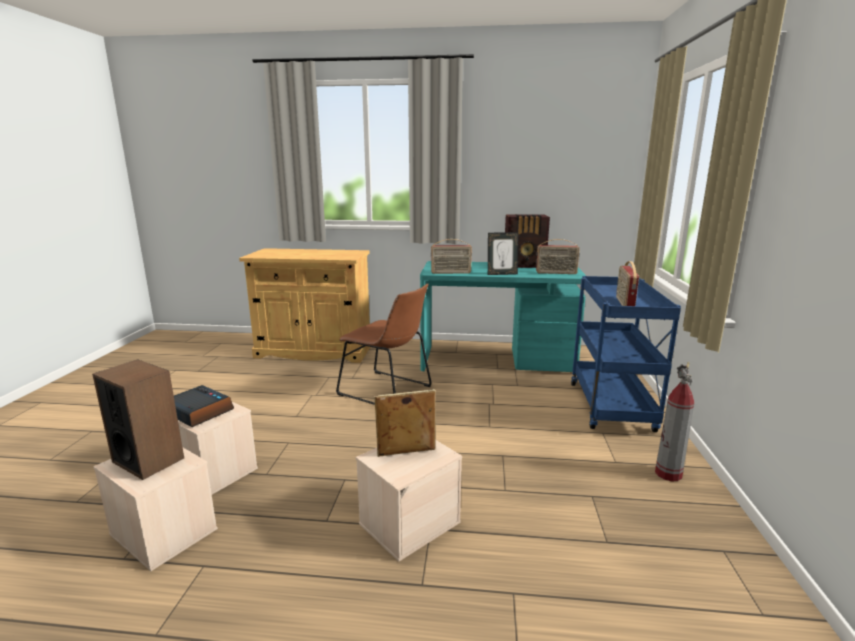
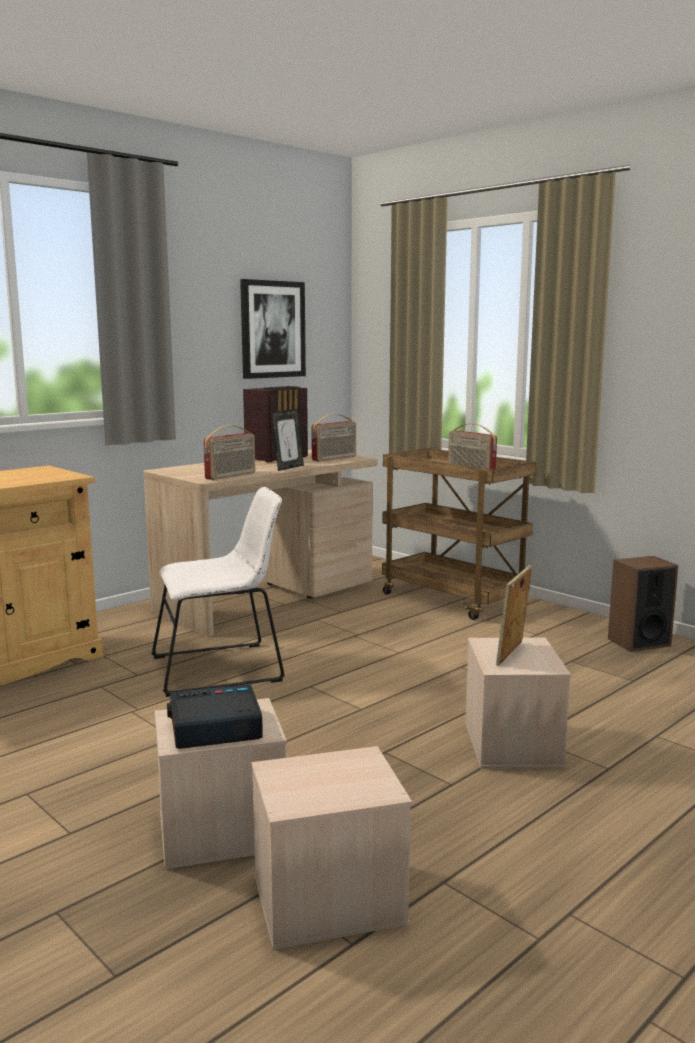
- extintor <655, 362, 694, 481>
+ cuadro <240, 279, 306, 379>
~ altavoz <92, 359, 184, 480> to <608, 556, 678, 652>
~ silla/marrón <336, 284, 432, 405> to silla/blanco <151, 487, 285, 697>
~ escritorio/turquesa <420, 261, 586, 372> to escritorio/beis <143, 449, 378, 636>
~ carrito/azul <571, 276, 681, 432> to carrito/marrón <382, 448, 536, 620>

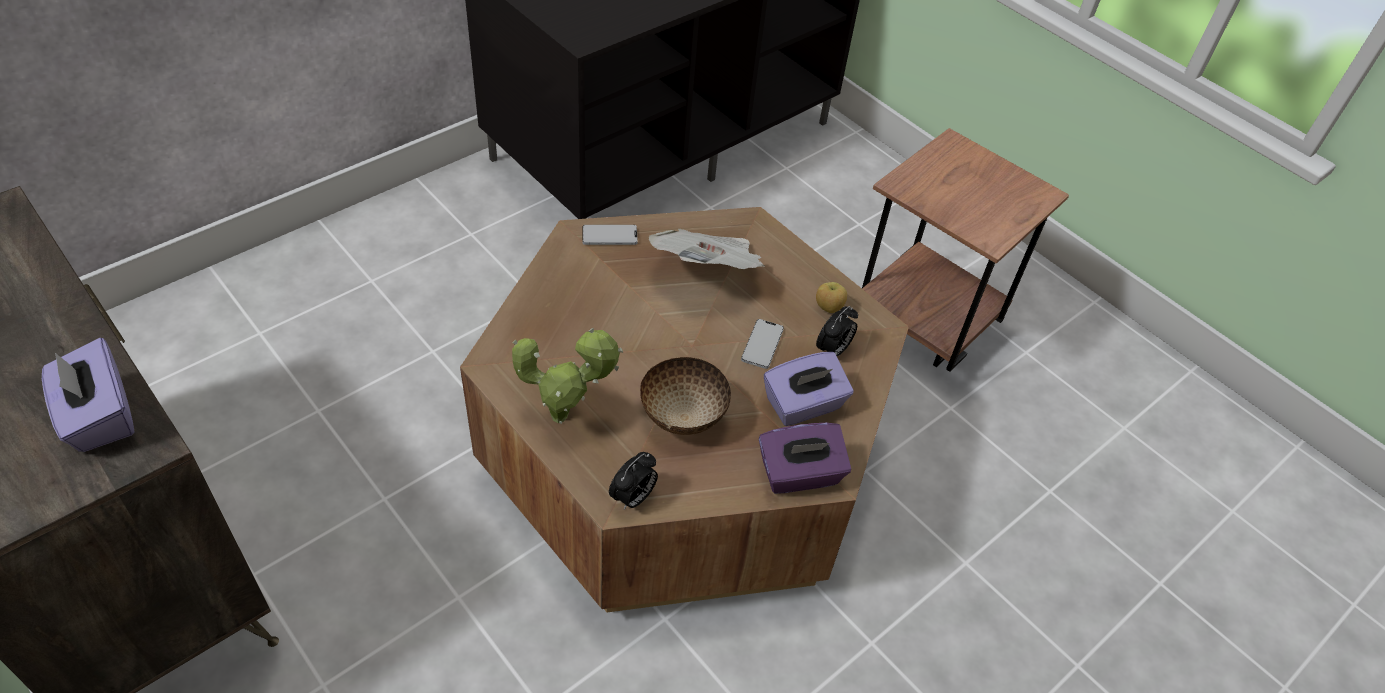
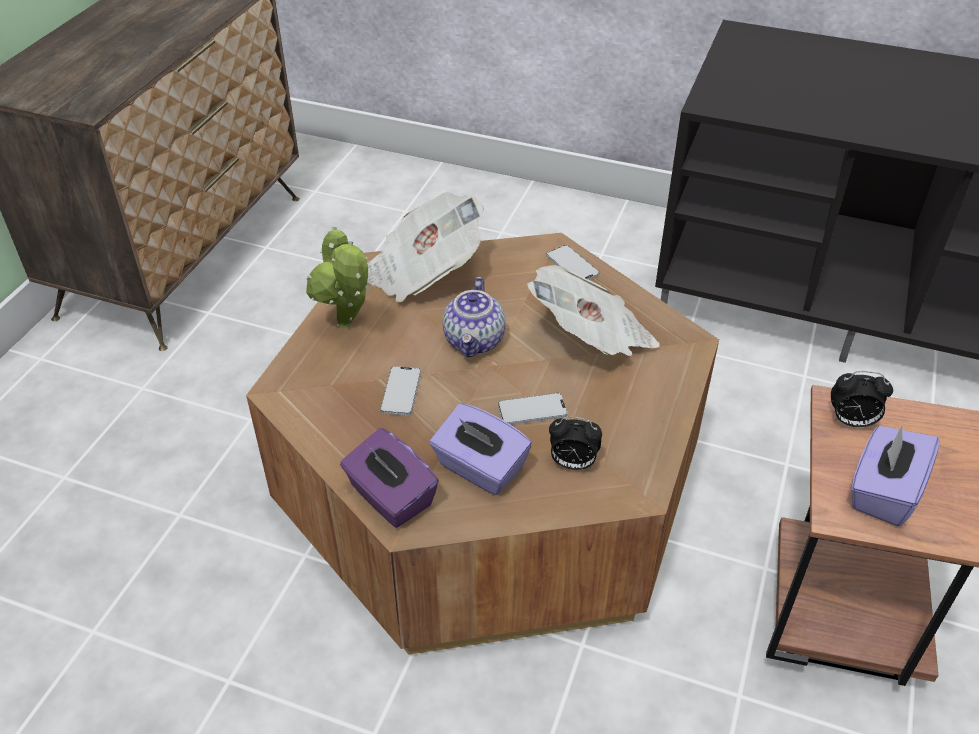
- manzana <816, 282, 847, 313>
+ periódico <367, 192, 484, 302>
+ tetera <443, 277, 505, 357>
~ caja de pañuelos/morado <42, 338, 135, 452> to <851, 425, 939, 526>
~ despertador <609, 452, 658, 510> to <831, 371, 893, 427>
~ cuenco <640, 357, 731, 435> to móvil <380, 366, 421, 416>

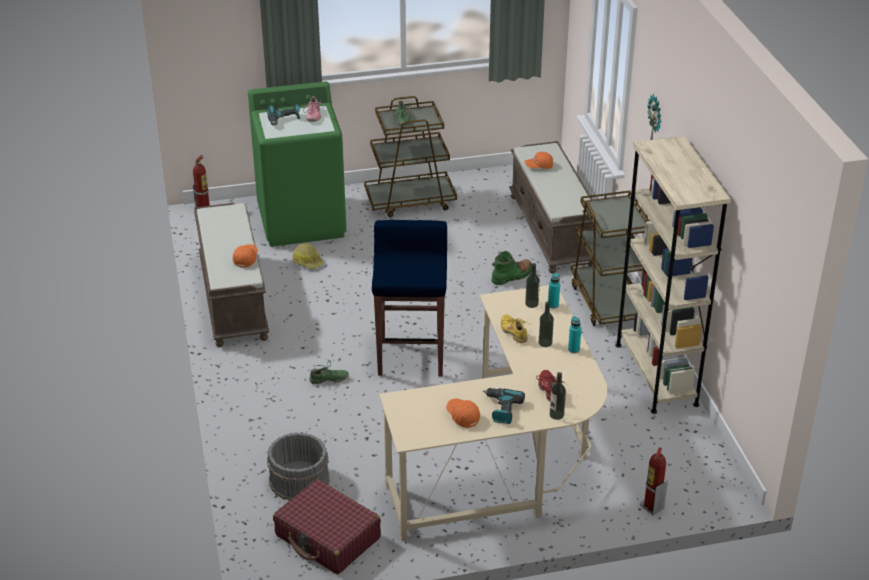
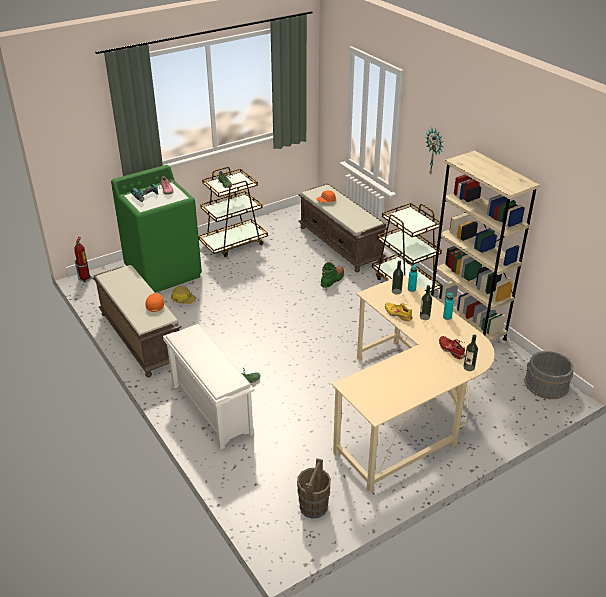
- taburete/azul <372, 220, 447, 376>
- gorra/naranja <446, 398, 480, 428>
- taladro <483, 388, 525, 424>
- extintor <640, 447, 668, 515>
+ zapatero/blanco <163, 324, 255, 450>
~ cubo/gris <267, 432, 330, 501> to <524, 351, 574, 399>
~ maleta/rojo <273, 479, 381, 574> to cubo/marrón <297, 458, 331, 519>

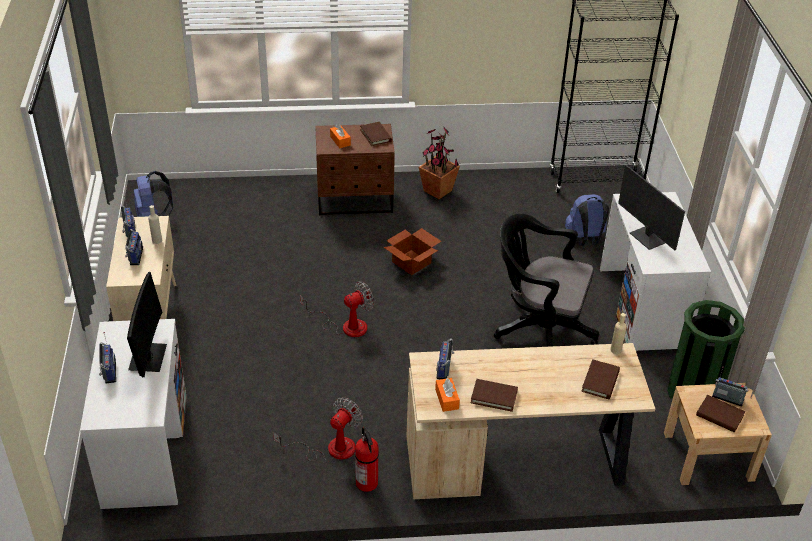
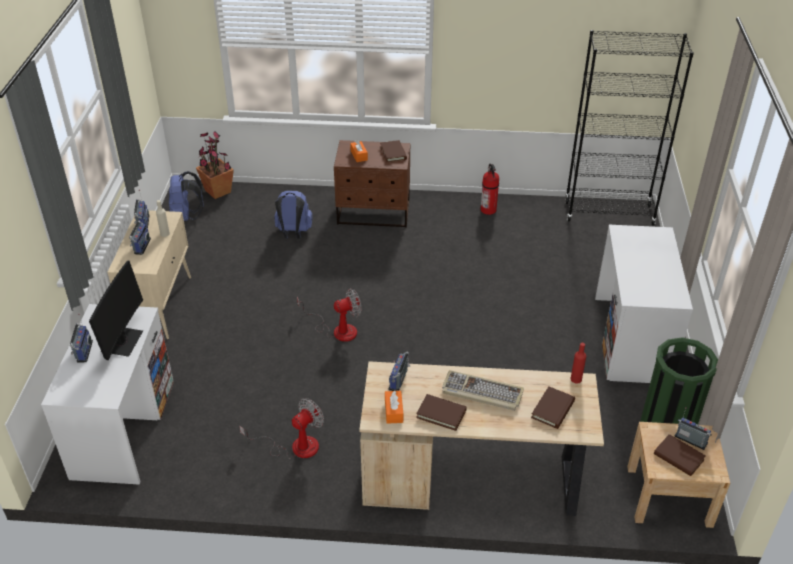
- caja de cartón <383, 228, 441, 275>
- silla de oficina/negro <494, 214, 599, 347>
- monitor <618, 165, 685, 251>
+ teclado <442, 370, 524, 411>
~ extintor <355, 427, 379, 492> to <481, 164, 499, 215>
~ planta en maceta <419, 128, 460, 199> to <196, 131, 234, 199>
~ mochila/azul <565, 194, 609, 246> to <274, 191, 313, 239>
~ botella/beis <610, 313, 627, 354> to botella/rojo <571, 343, 586, 384>

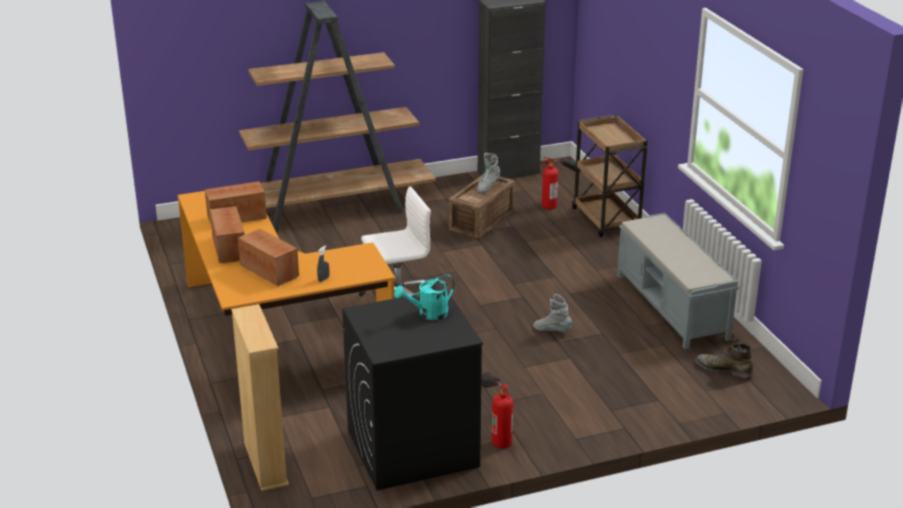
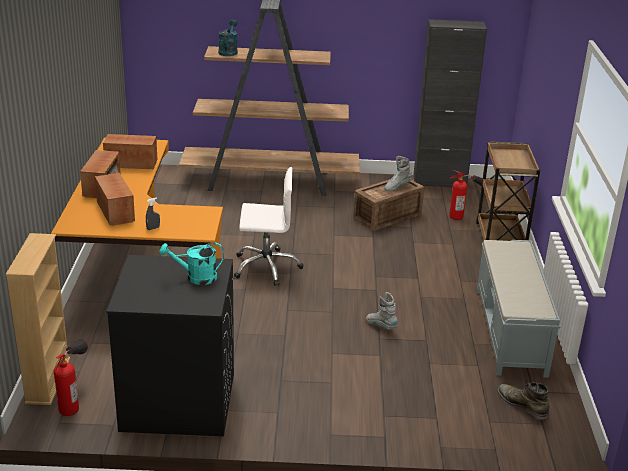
+ regadera/turquesa <218, 20, 237, 56>
~ extintor <481, 372, 513, 449> to <54, 340, 88, 416>

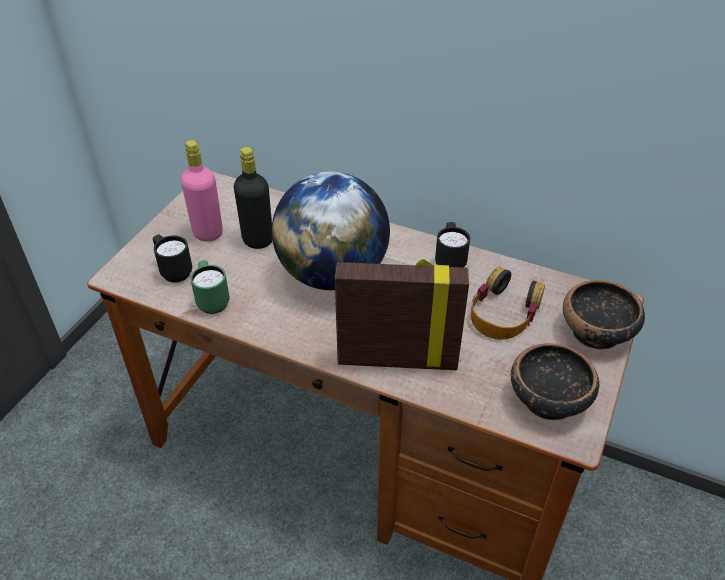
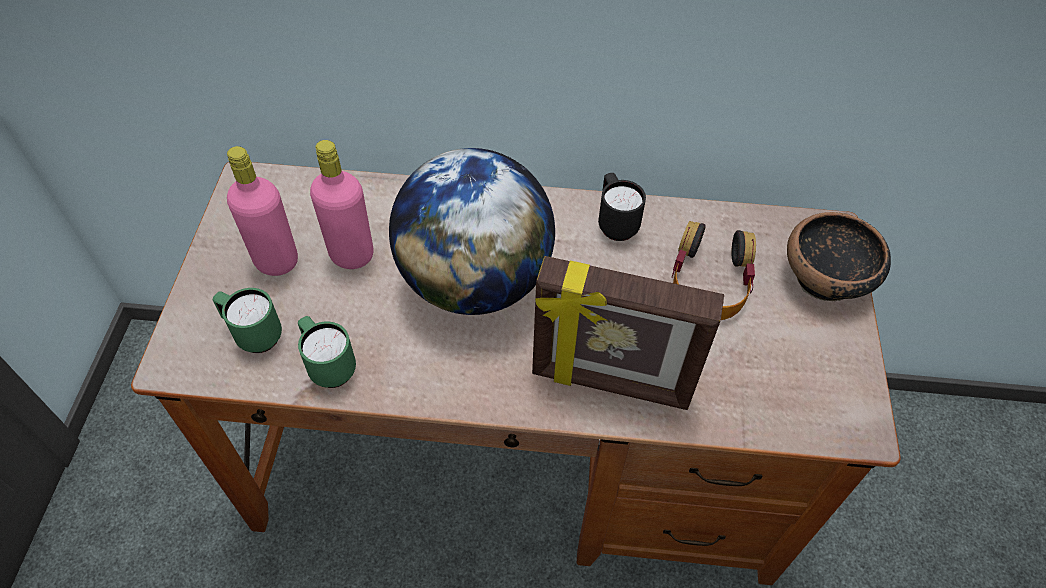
- cuenco <511, 343, 599, 420>
~ taza grande/negro <153, 235, 192, 283> to taza grande/verde <213, 288, 282, 353>
~ botella/negro <234, 147, 272, 249> to botella/rosa <310, 140, 373, 269>
~ portarretratos <335, 259, 469, 370> = <532, 256, 724, 410> 150 degrees counterclockwise

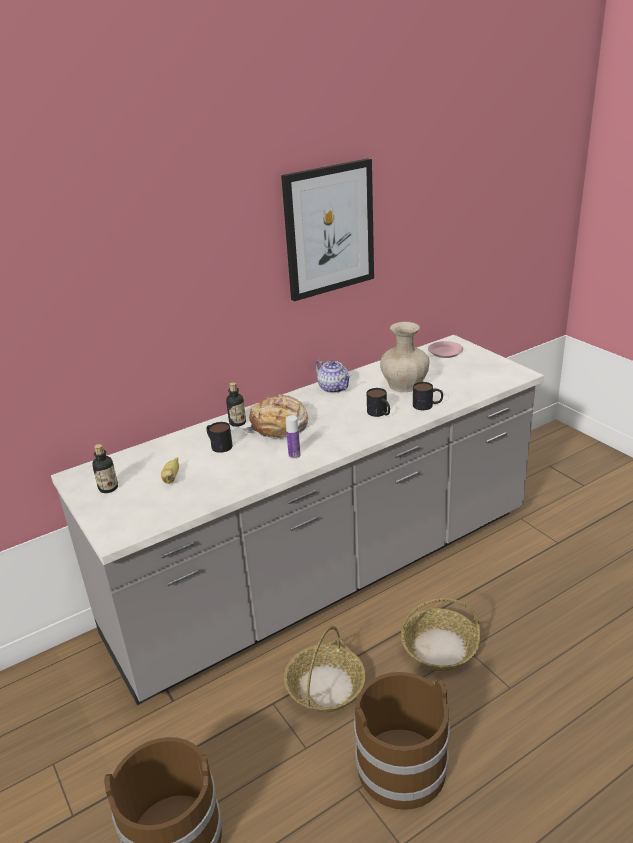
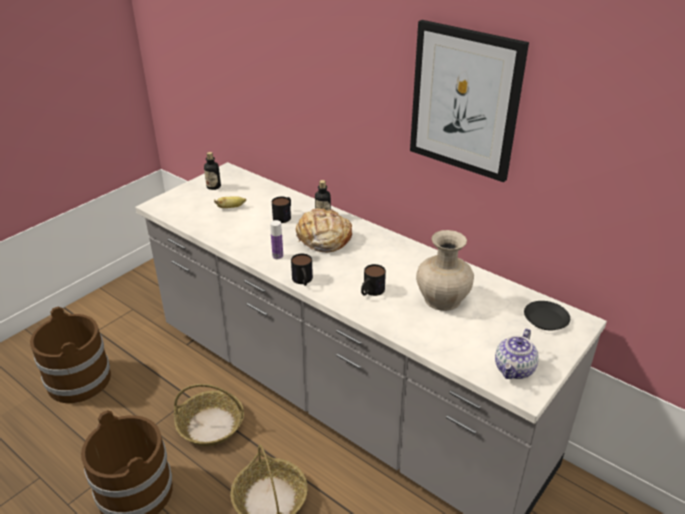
~ tetera <315, 360, 351, 393> to <495, 328, 539, 379>
~ taza grande <413, 382, 443, 410> to <291, 254, 313, 286>
~ plato/rosa <428, 341, 463, 358> to plato/negro <524, 301, 570, 330>

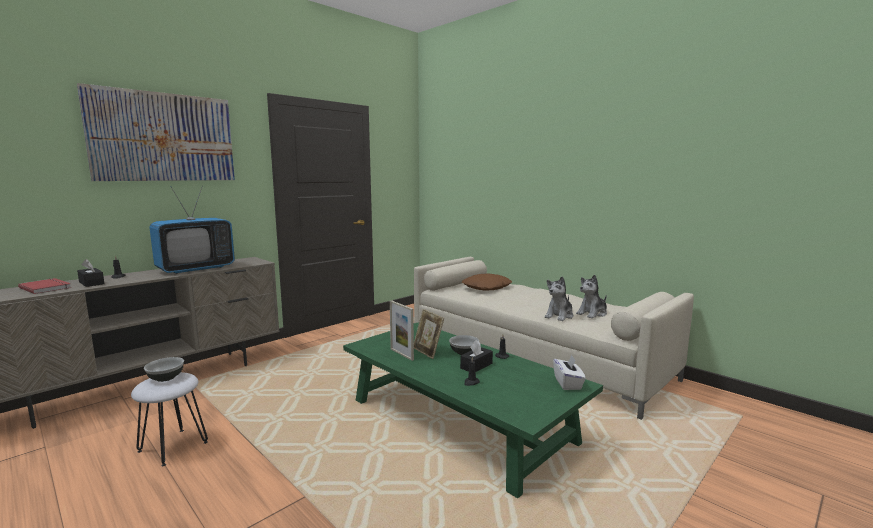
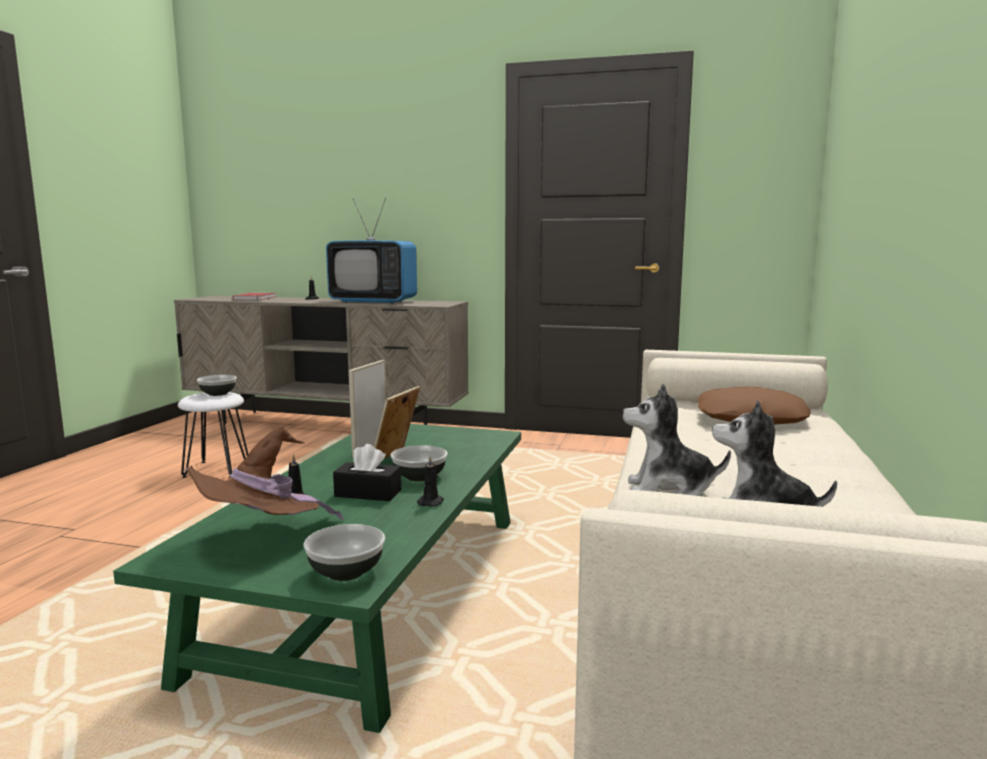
- cuadro <77, 83, 235, 181>
- caja de pañuelos/negro <77, 259, 105, 287>
+ sombrero/marrón <185, 425, 344, 521>
~ caja de pañuelos/blanco <553, 355, 586, 390> to cuenco <303, 524, 385, 581>

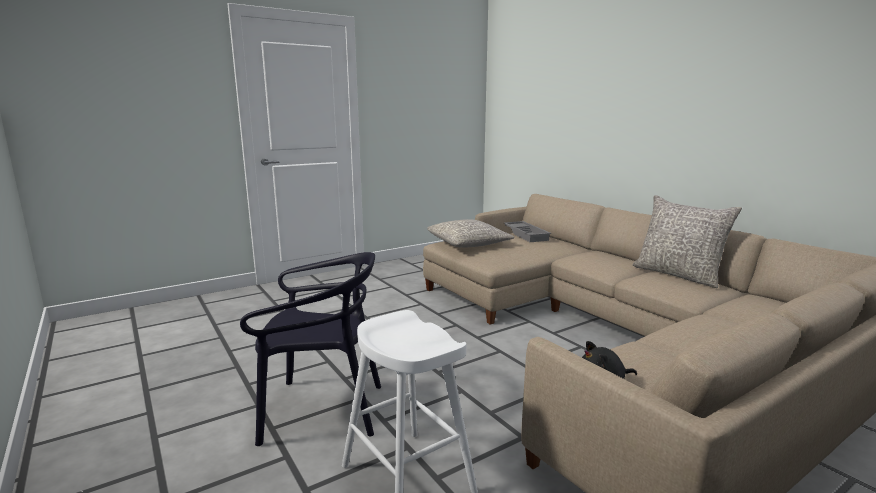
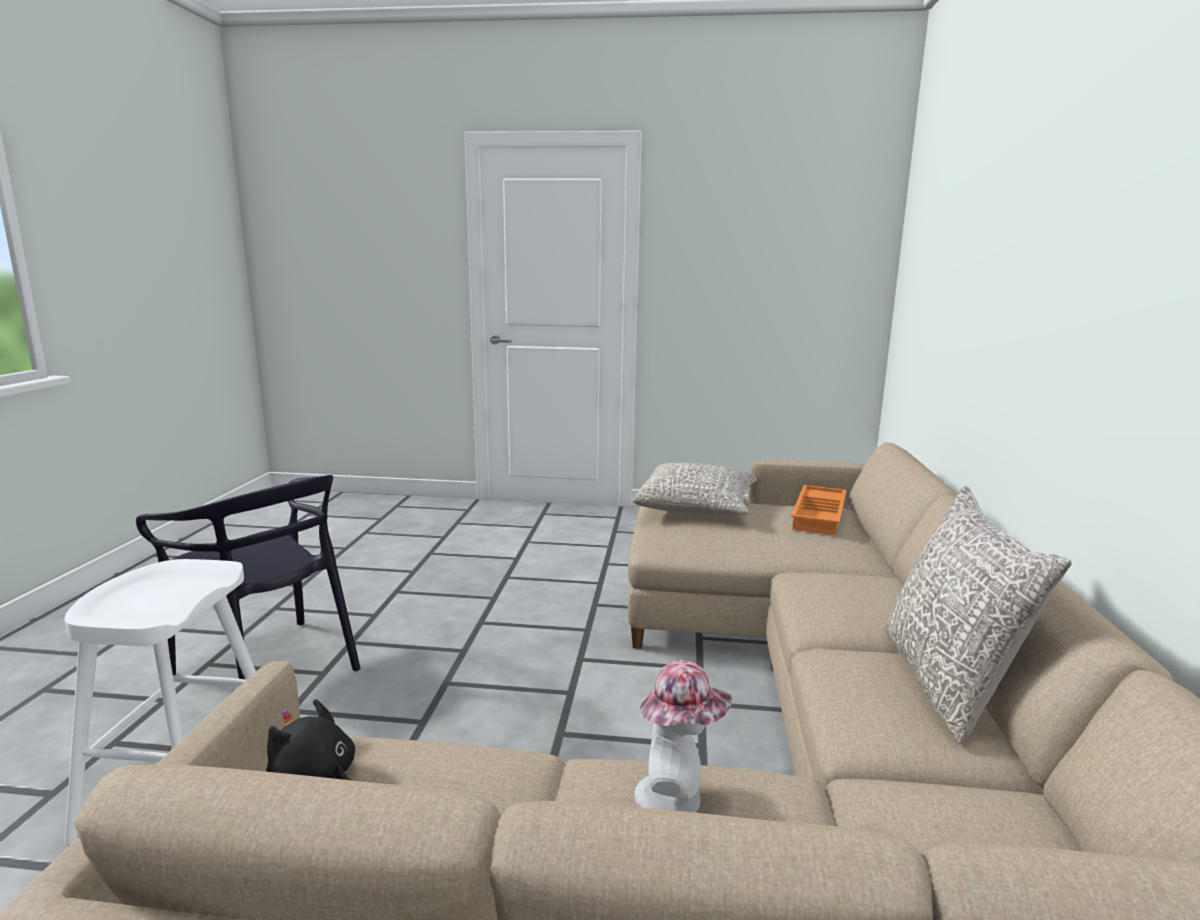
+ sombrero <634, 660, 732, 813>
~ bandeja/gris <504, 221, 551, 242> to bandeja/naranja <791, 485, 847, 536>

